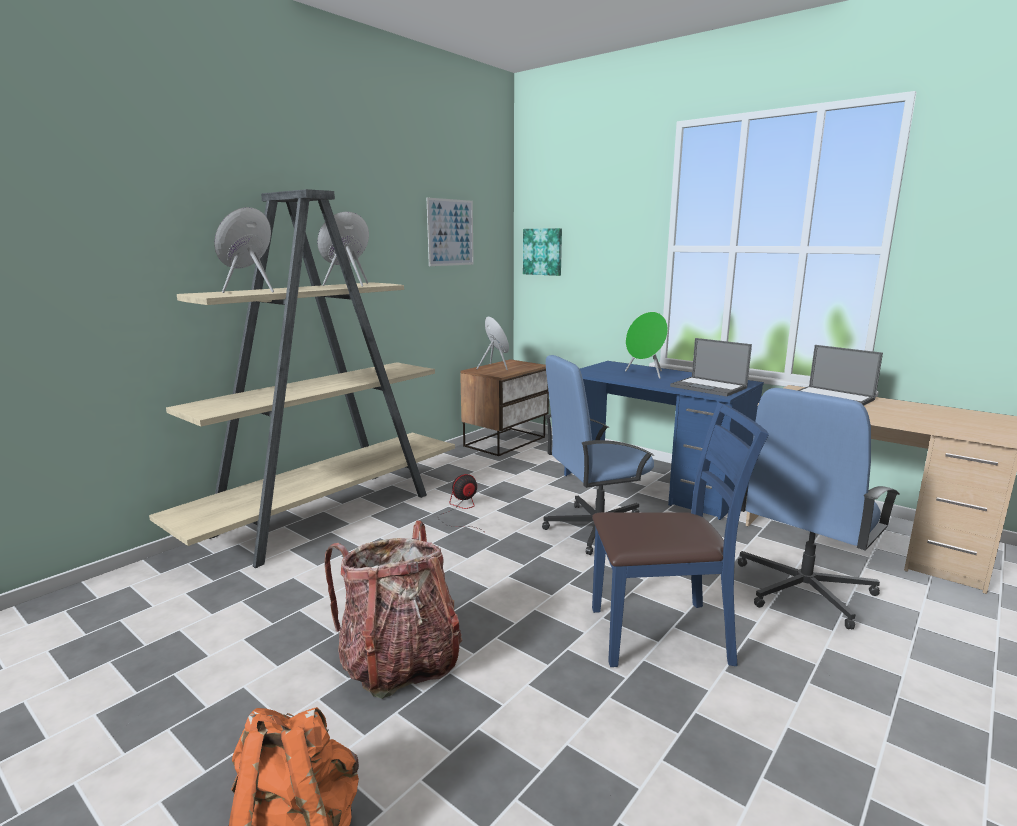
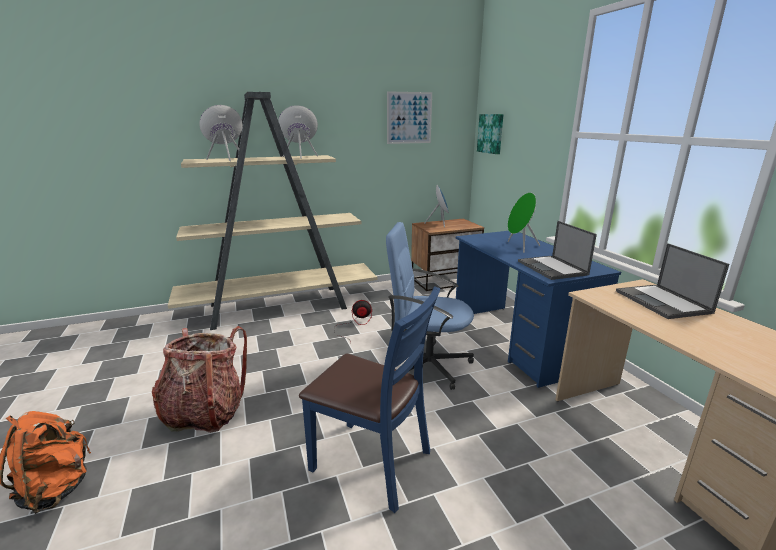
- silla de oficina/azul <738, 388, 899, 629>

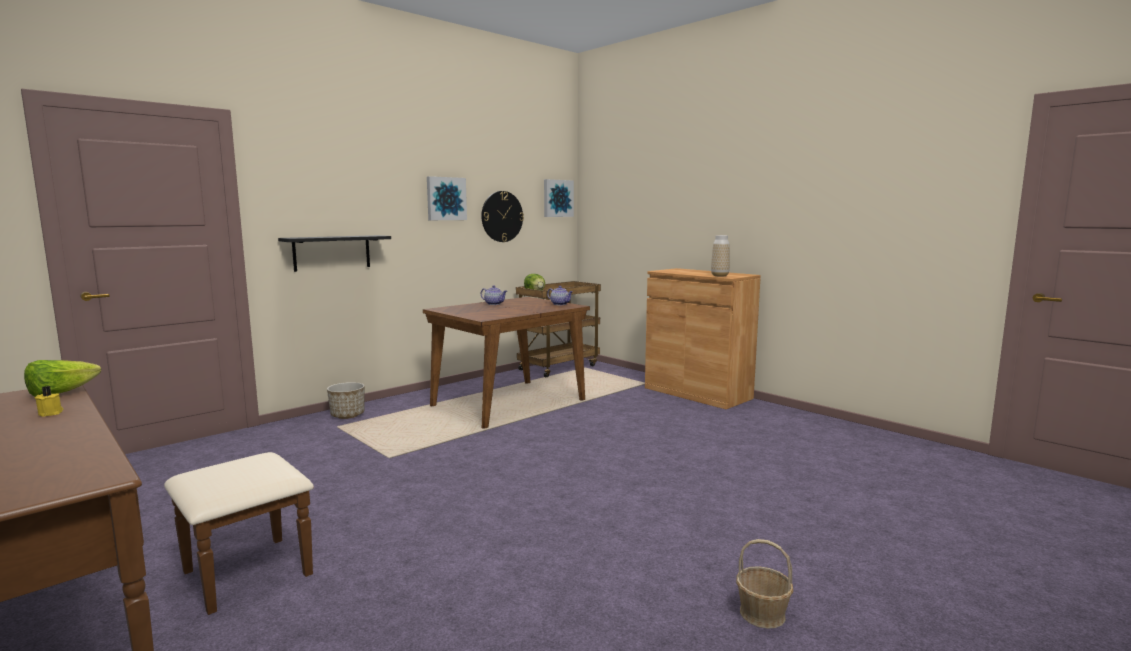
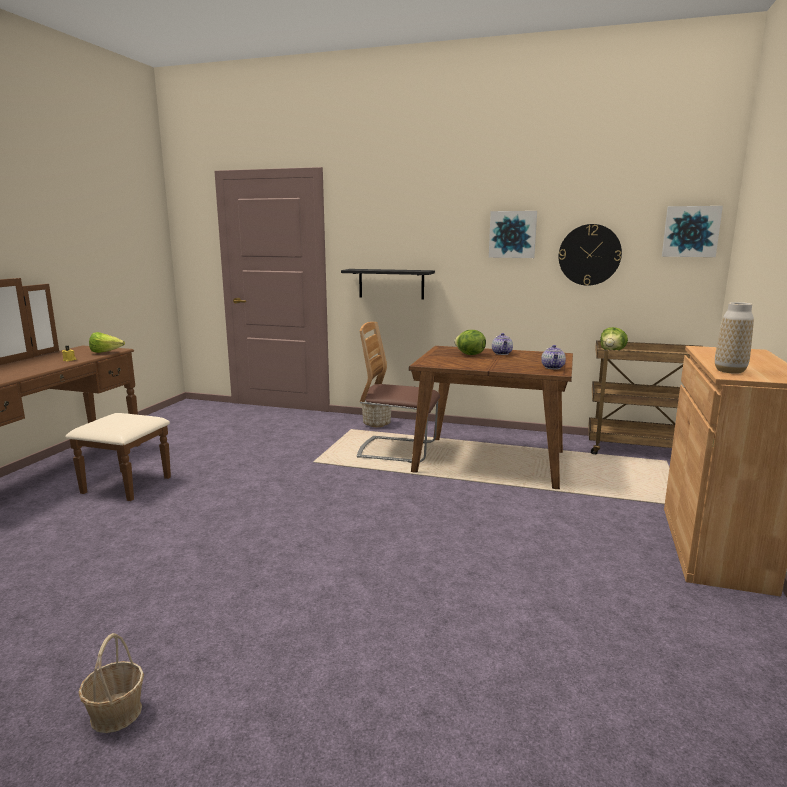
+ silla <357, 322, 440, 463>
+ lechuga <454, 330, 486, 355>

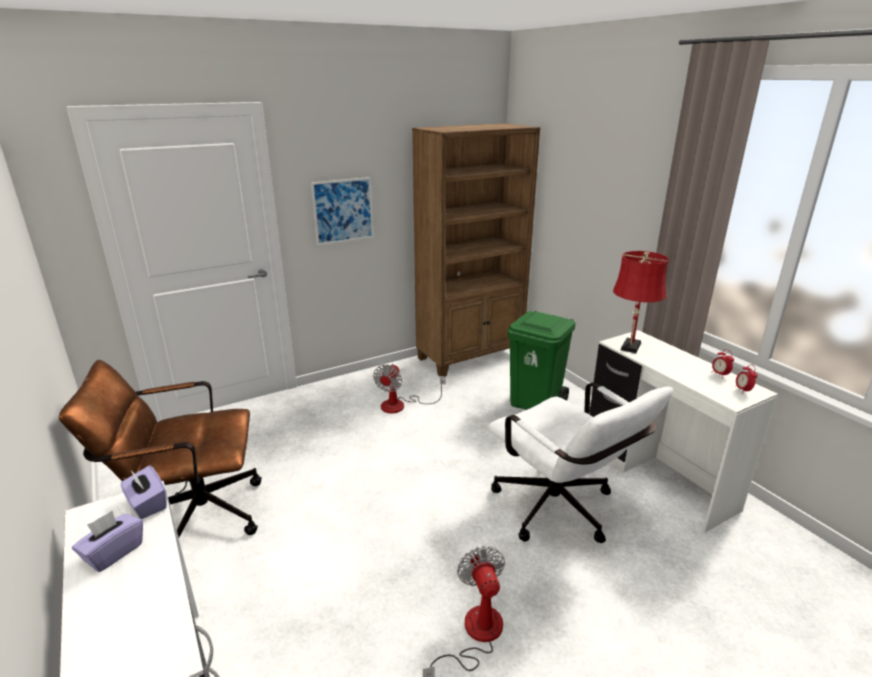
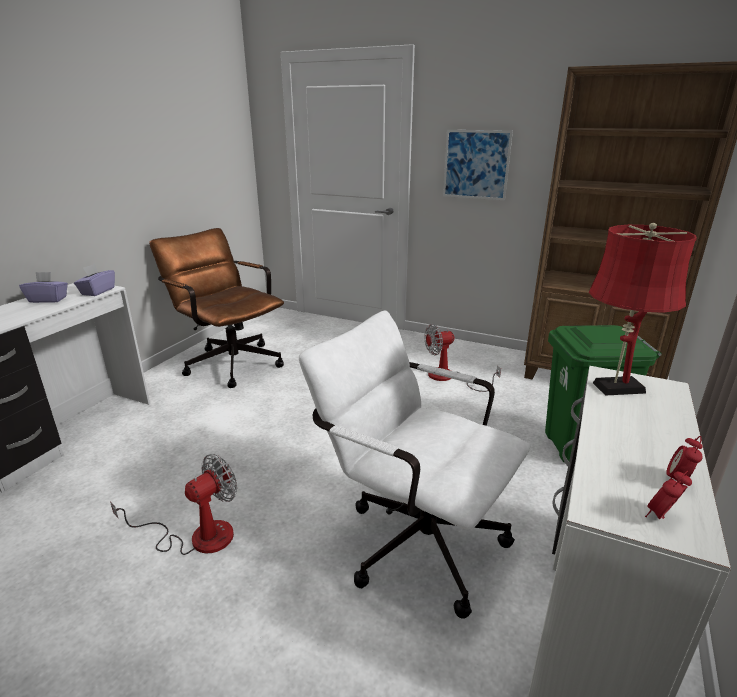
~ silla de oficina/blanco <488, 382, 673, 543> = <299, 310, 530, 619> 105 degrees clockwise

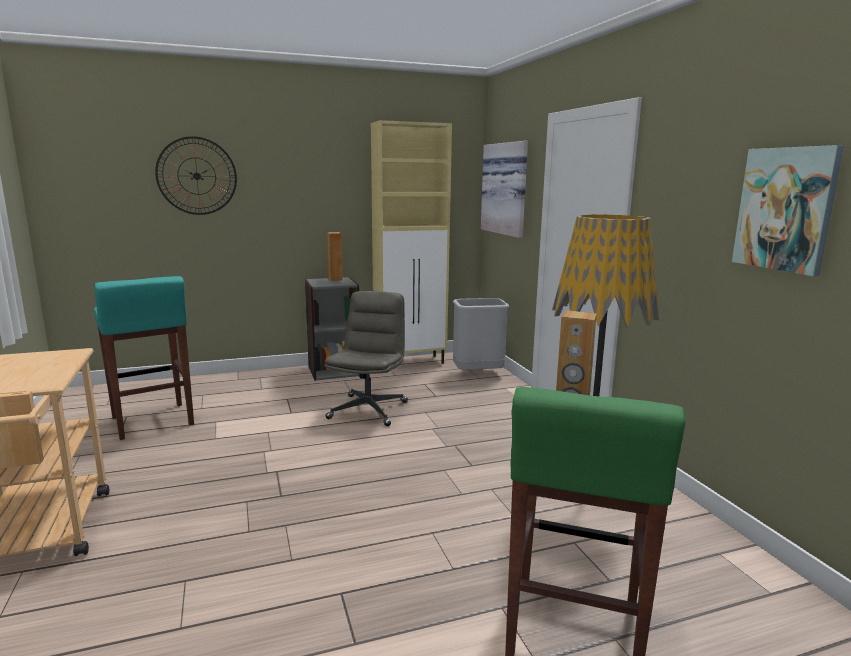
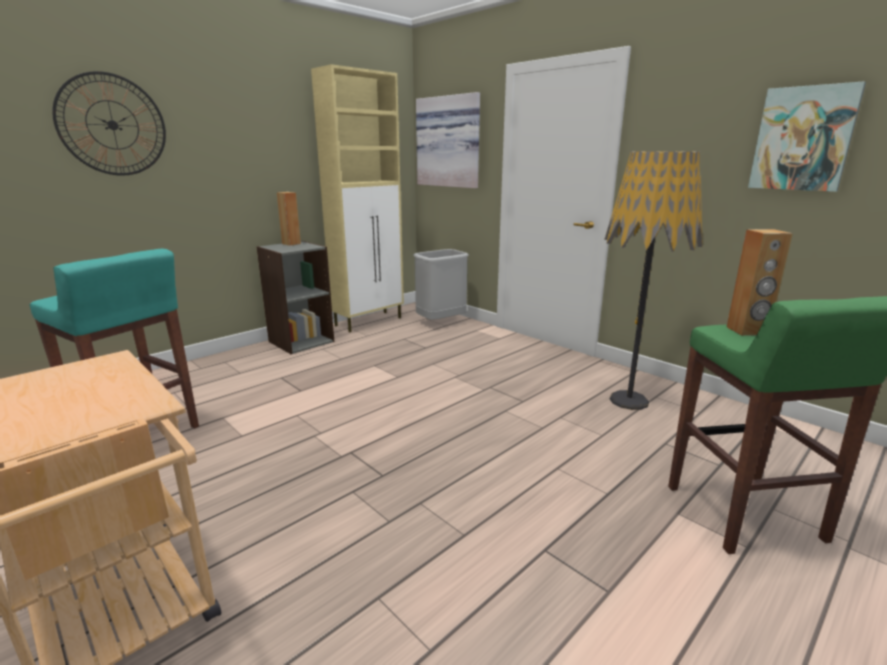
- silla de oficina/gris <324, 291, 408, 426>

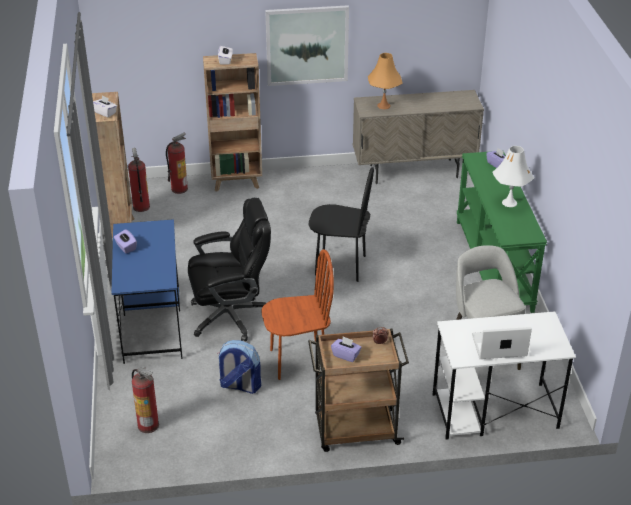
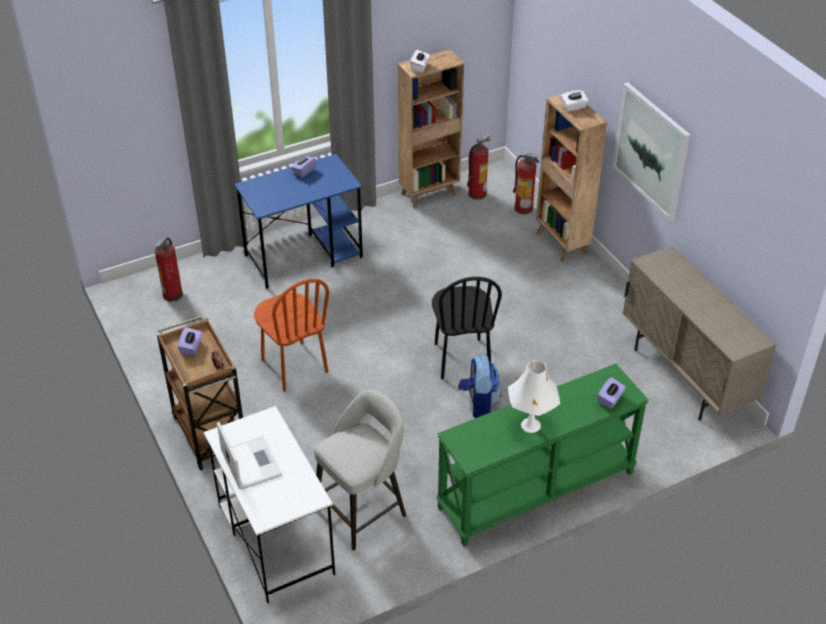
- silla de oficina/negro <188, 198, 271, 342>
- lámpara de mesa/naranja <368, 53, 402, 109>
~ mochila <218, 340, 261, 394> to <458, 354, 502, 418>

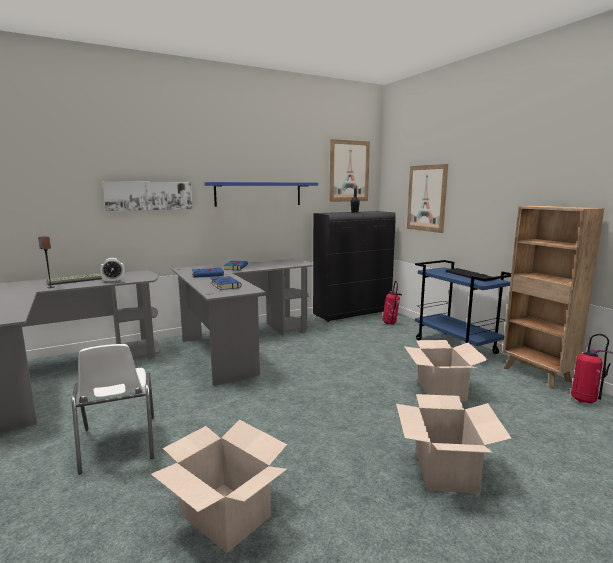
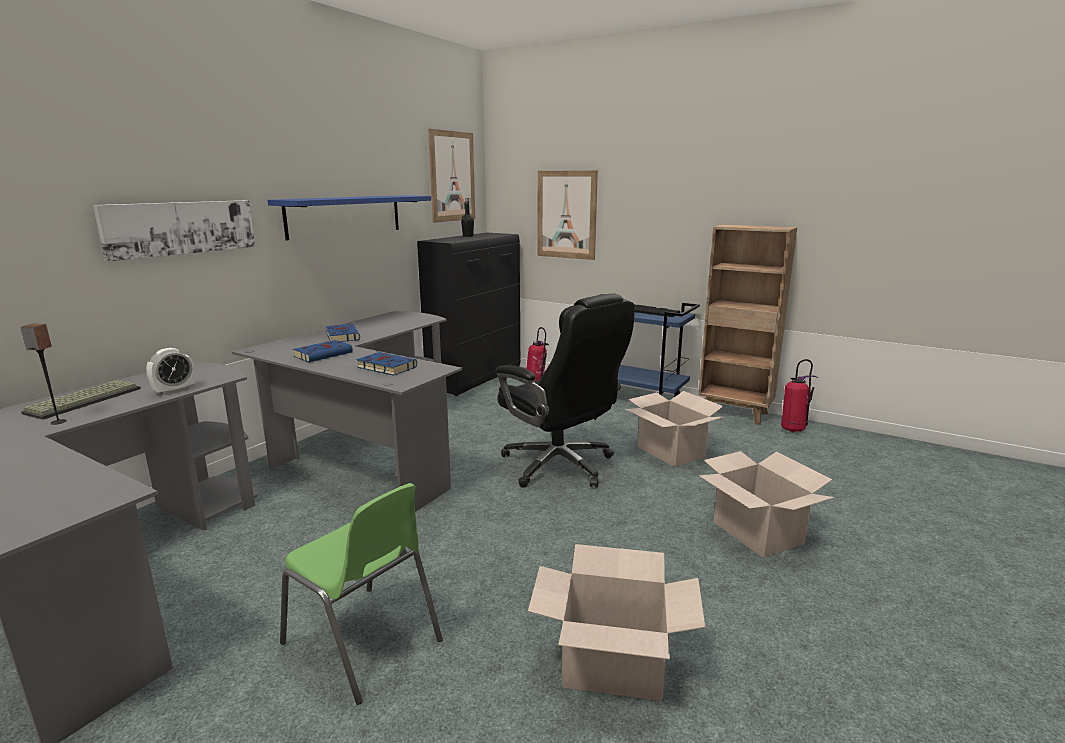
+ silla de oficina/negro <495, 294, 635, 488>
~ silla/blanco <72, 344, 154, 475> to silla/verde <280, 483, 443, 705>

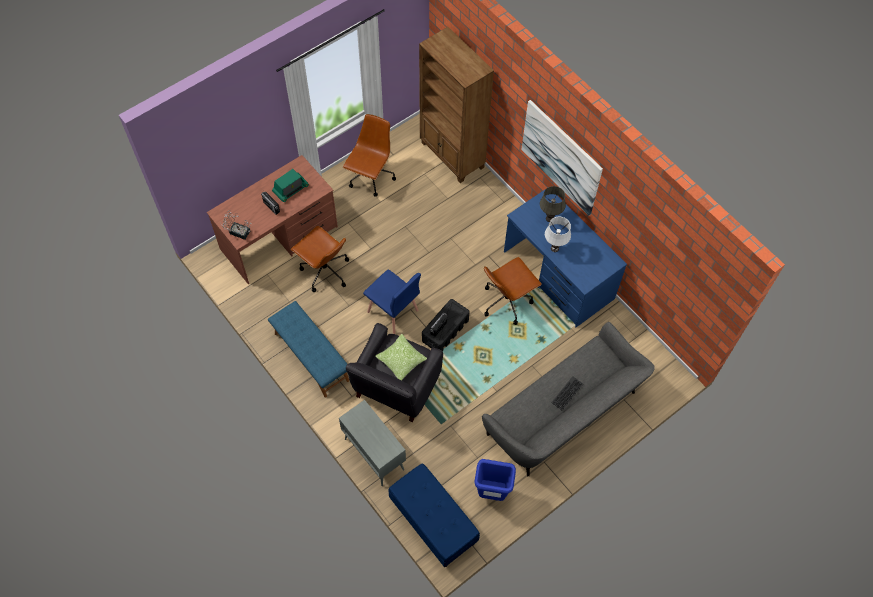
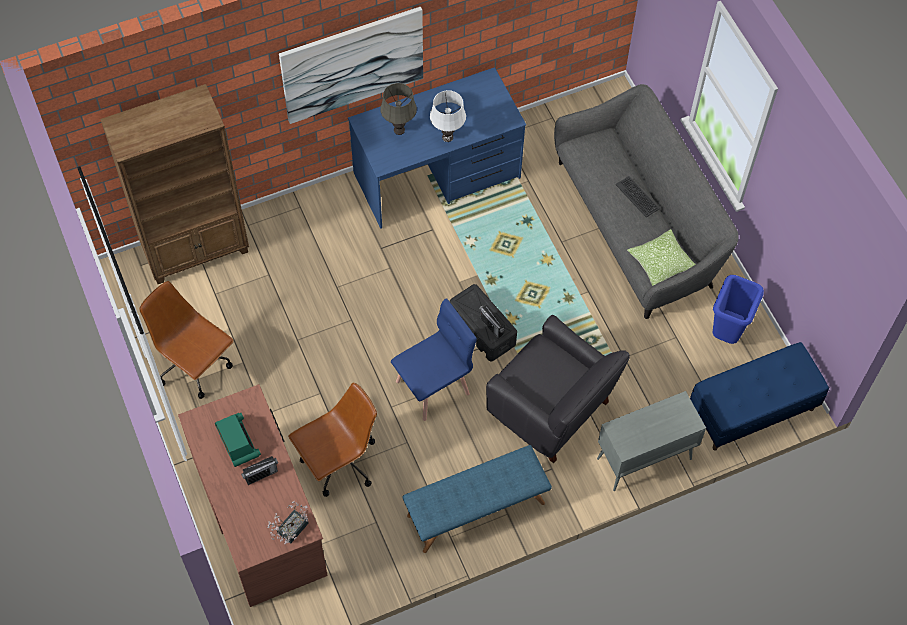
- silla de oficina/marrón <484, 257, 542, 325>
~ cojín <375, 334, 427, 380> to <627, 229, 696, 286>

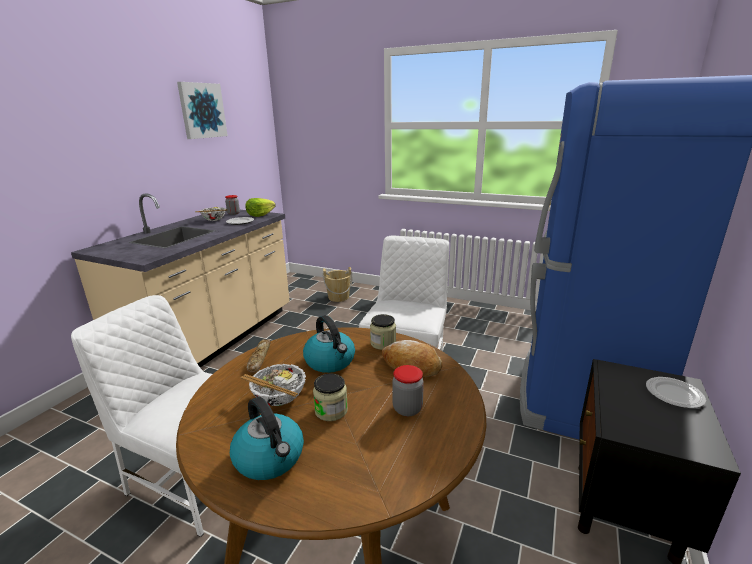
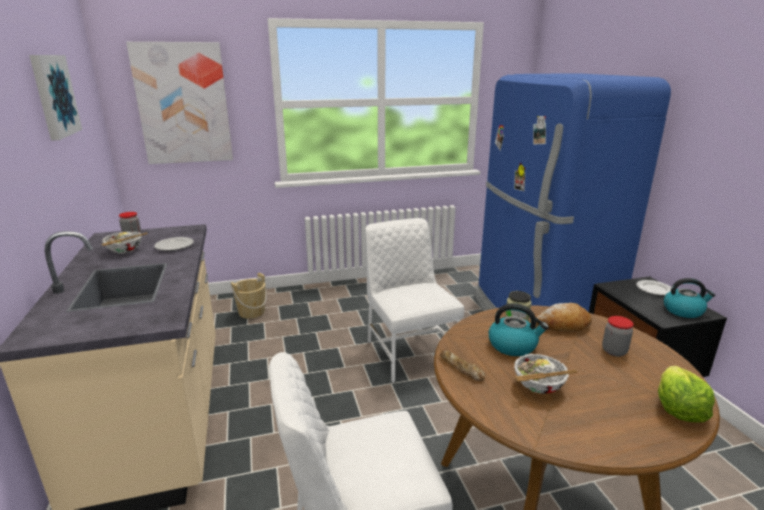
- tarro <313, 374, 348, 421>
+ cuadro <126, 42, 233, 164>
~ hervidor <230, 397, 304, 480> to <663, 278, 715, 318>
~ lechuga <246, 198, 276, 217> to <658, 366, 715, 422>

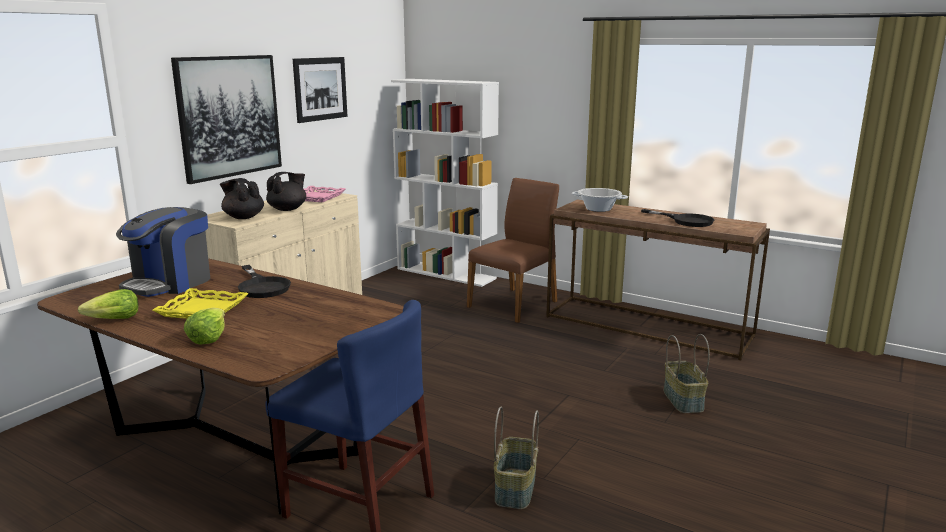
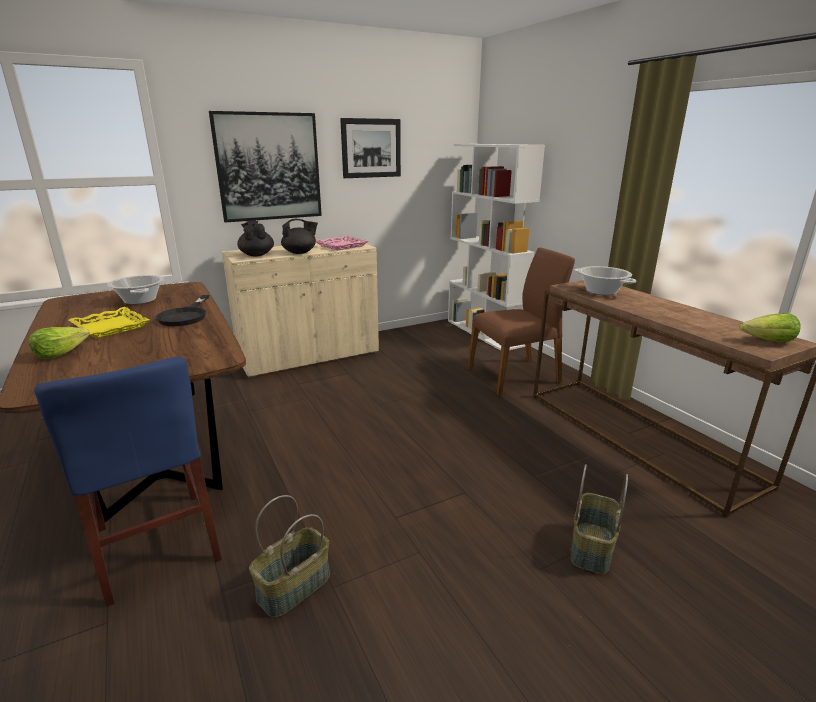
- sartén/negro <641, 209, 714, 227>
~ lechuga <78, 289, 138, 319> to <740, 313, 801, 342>
~ cafetera <116, 207, 210, 297> to olla <107, 275, 164, 304>

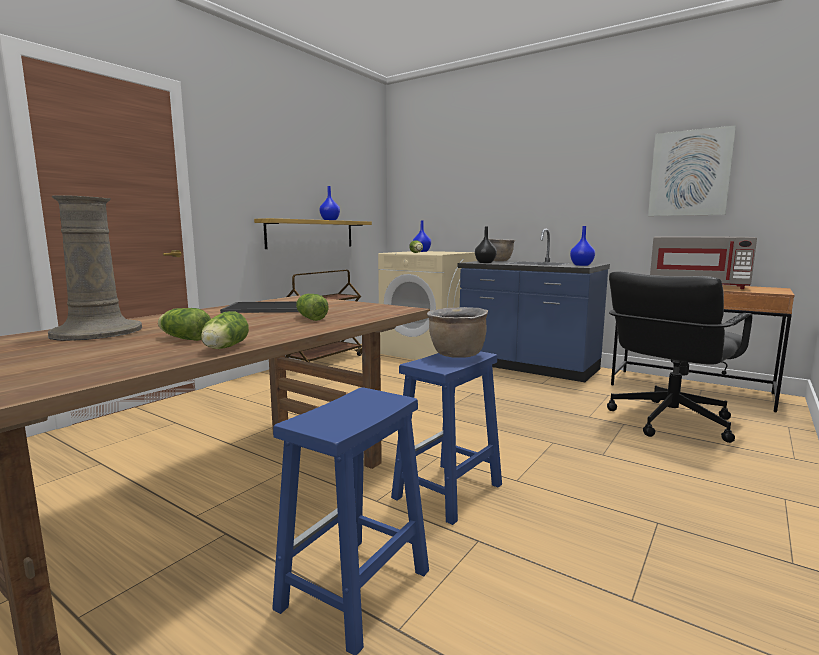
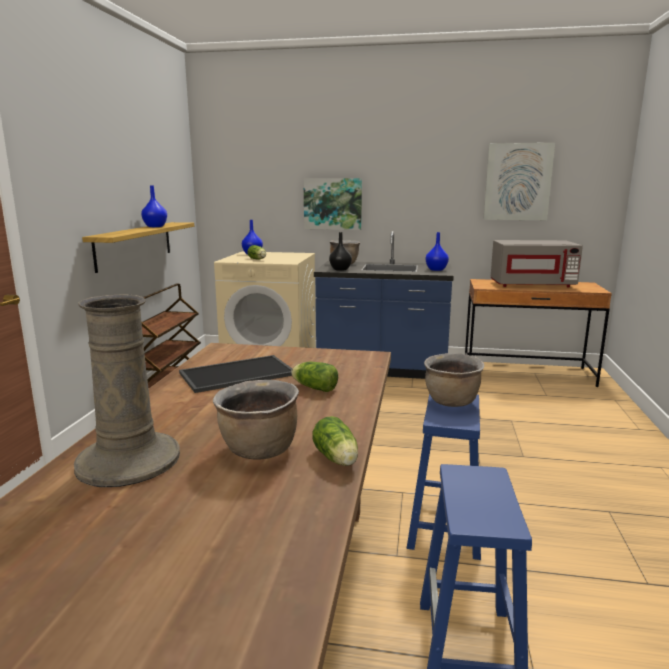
- silla de oficina/negro <607, 271, 753, 443>
+ cuadro <303, 178, 362, 230>
~ lechuga <158, 308, 211, 341> to olla/marrón <213, 380, 299, 460>

